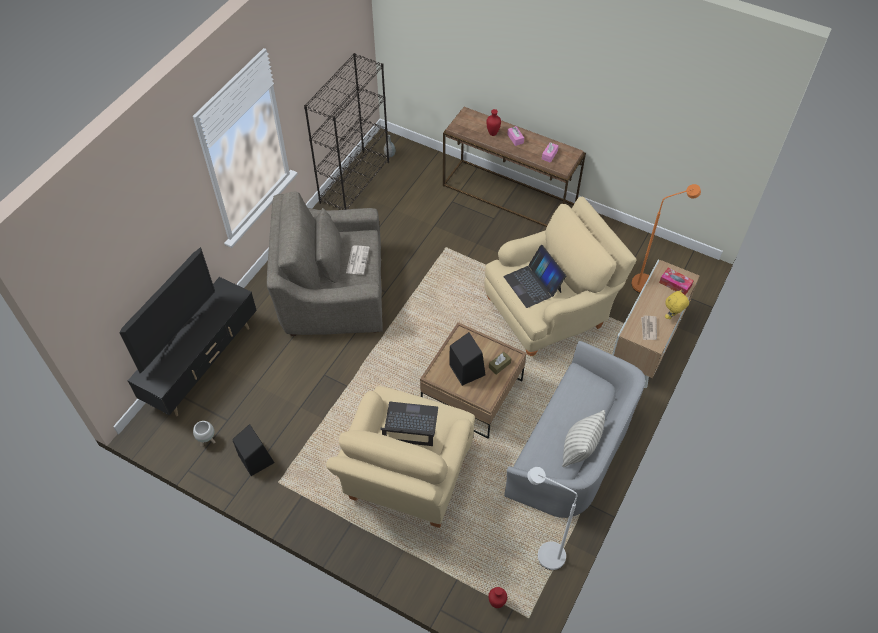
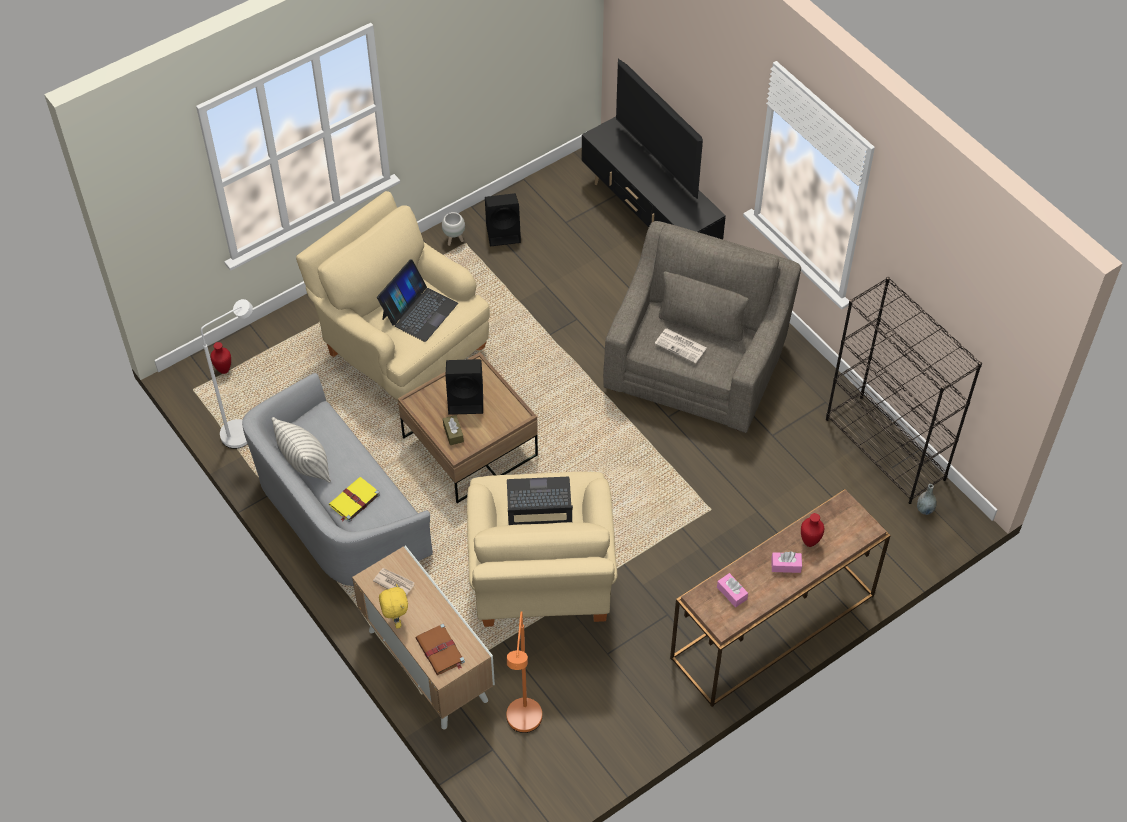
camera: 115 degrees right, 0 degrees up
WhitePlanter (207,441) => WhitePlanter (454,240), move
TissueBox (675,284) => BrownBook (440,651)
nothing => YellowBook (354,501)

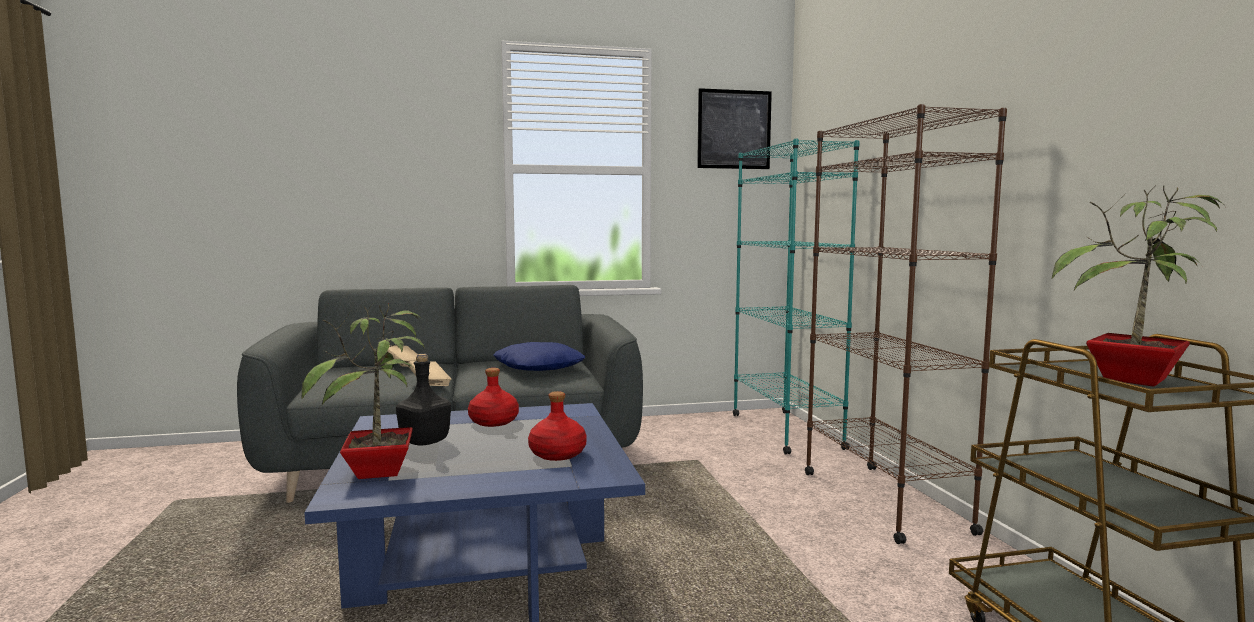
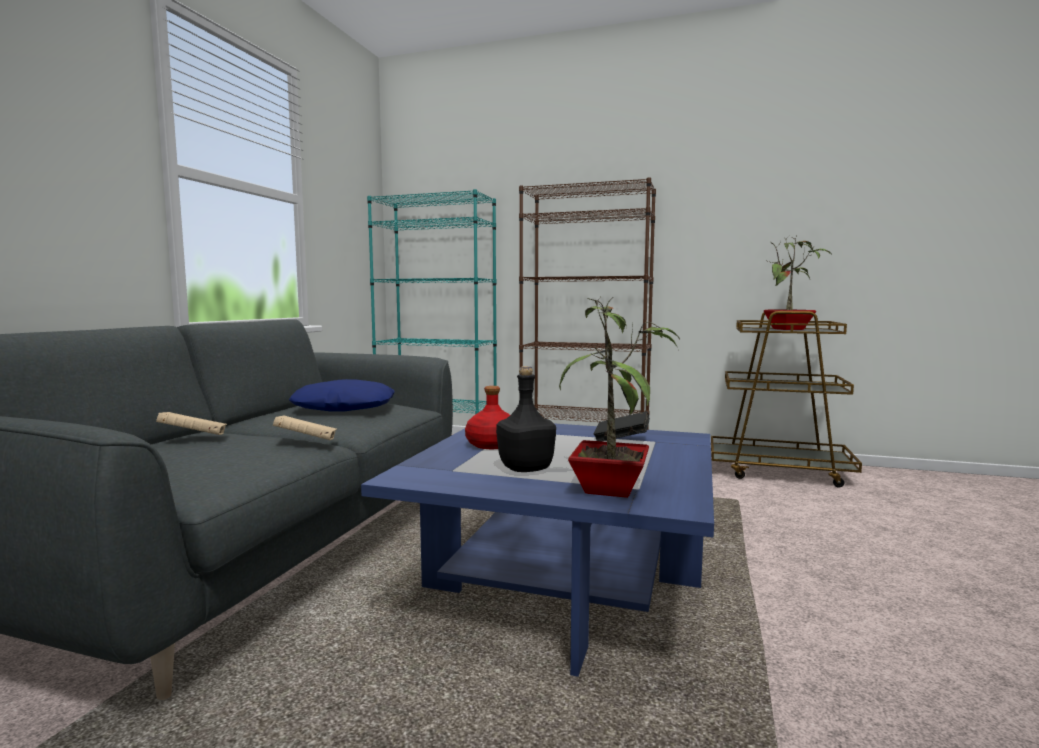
camera: 60 degrees left, 0 degrees up
RedBottle (558,454) => BlackBook (621,440)
Picture (734,129) => nothing

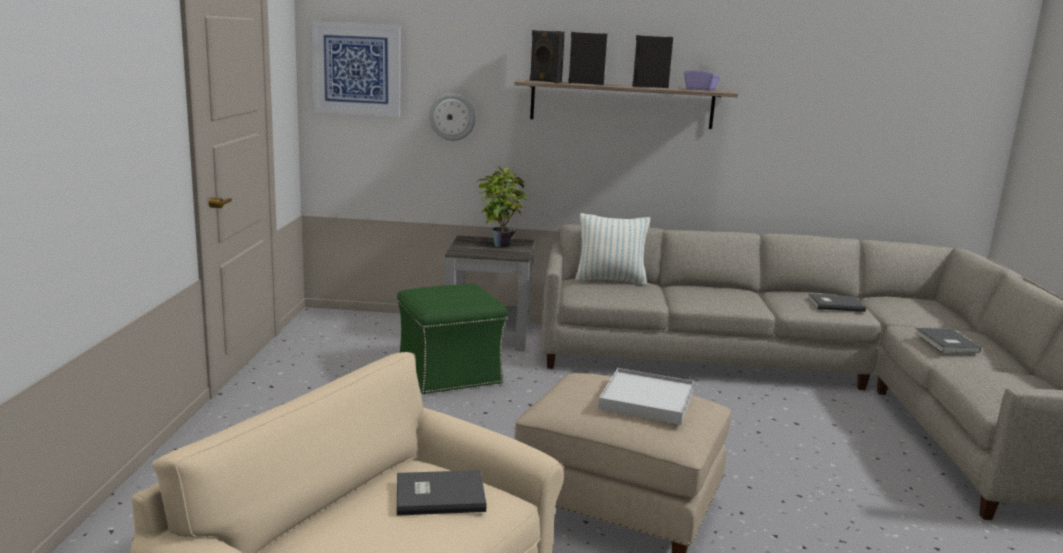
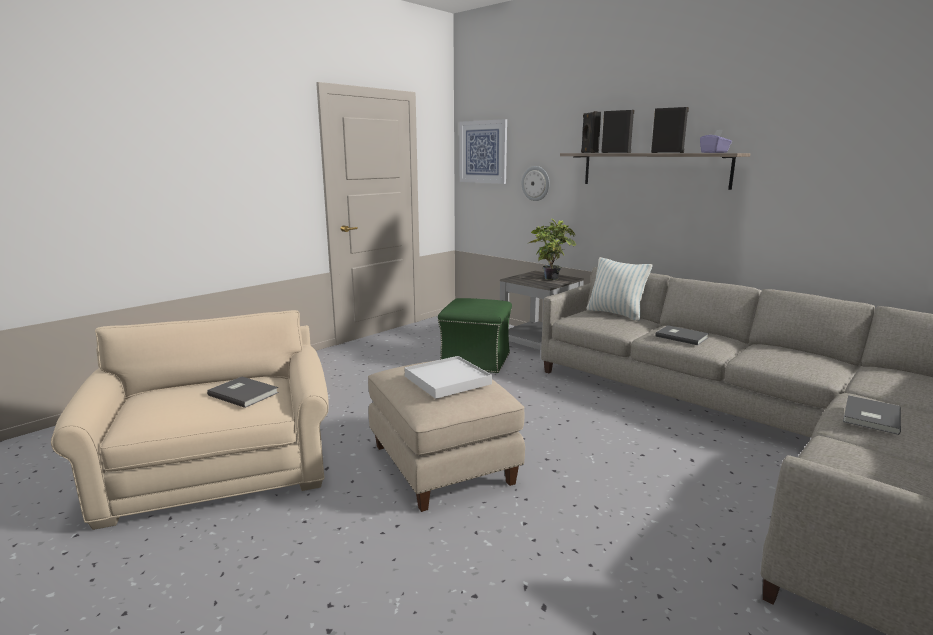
camera: 40 degrees right, 0 degrees up
GreyBook (834,304) => GreyBook (681,336), move

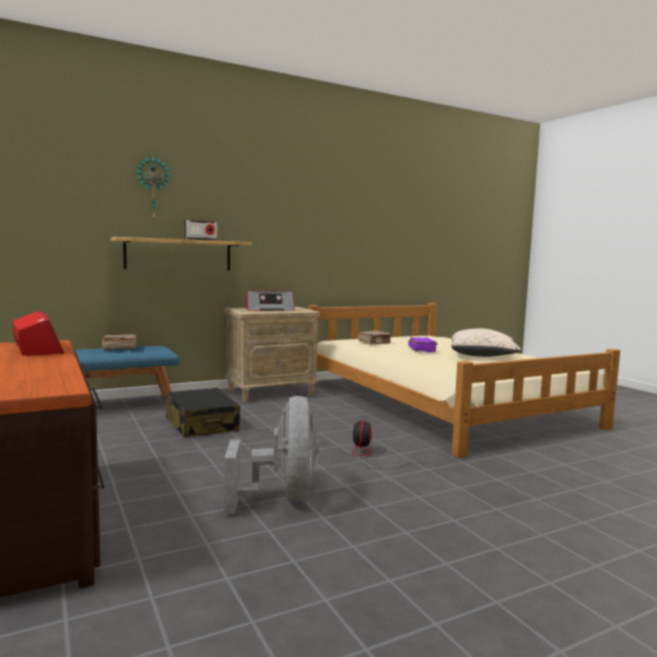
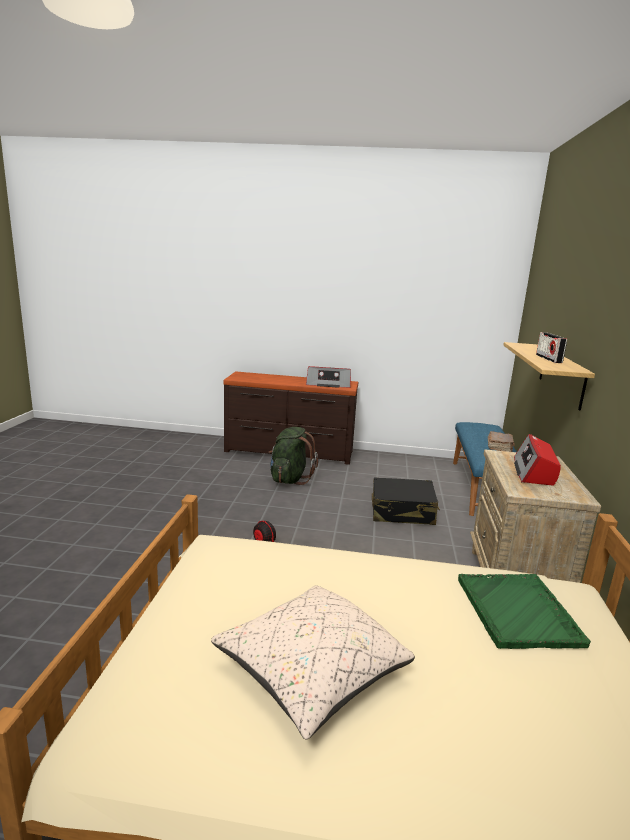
camera: 125 degrees right, 10 degrees up
WallClock (152,188) => nothing
GreyFan (282,497) => nothing
BrownBook (374,343) => GreenTray (518,612)
PurpleBook (422,350) => nothing
nothing => GreenBackpack (289,479)

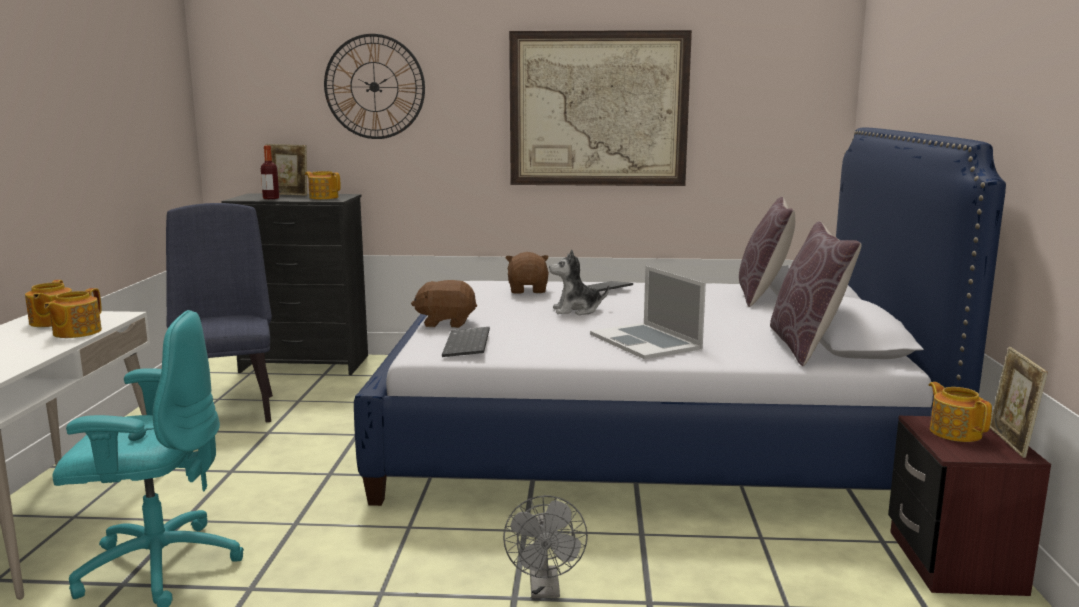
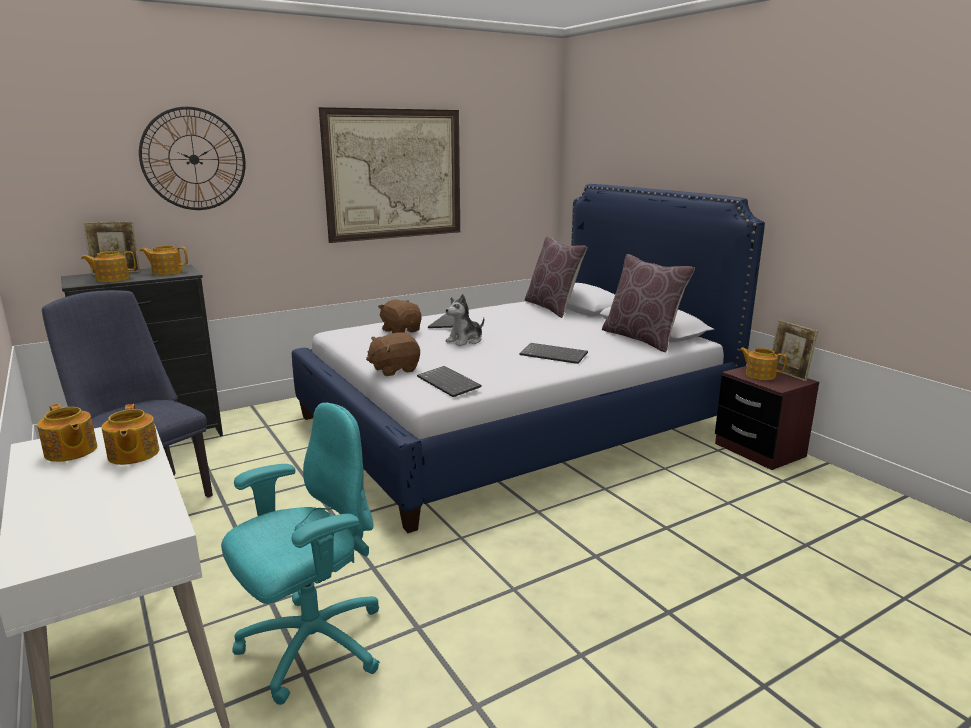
camera: 35 degrees left, 5 degrees up
Bottle (271,198) => Teapot (112,279)
GreyFan (545,590) => nothing
Laptop (646,341) => Keyboard (554,355)

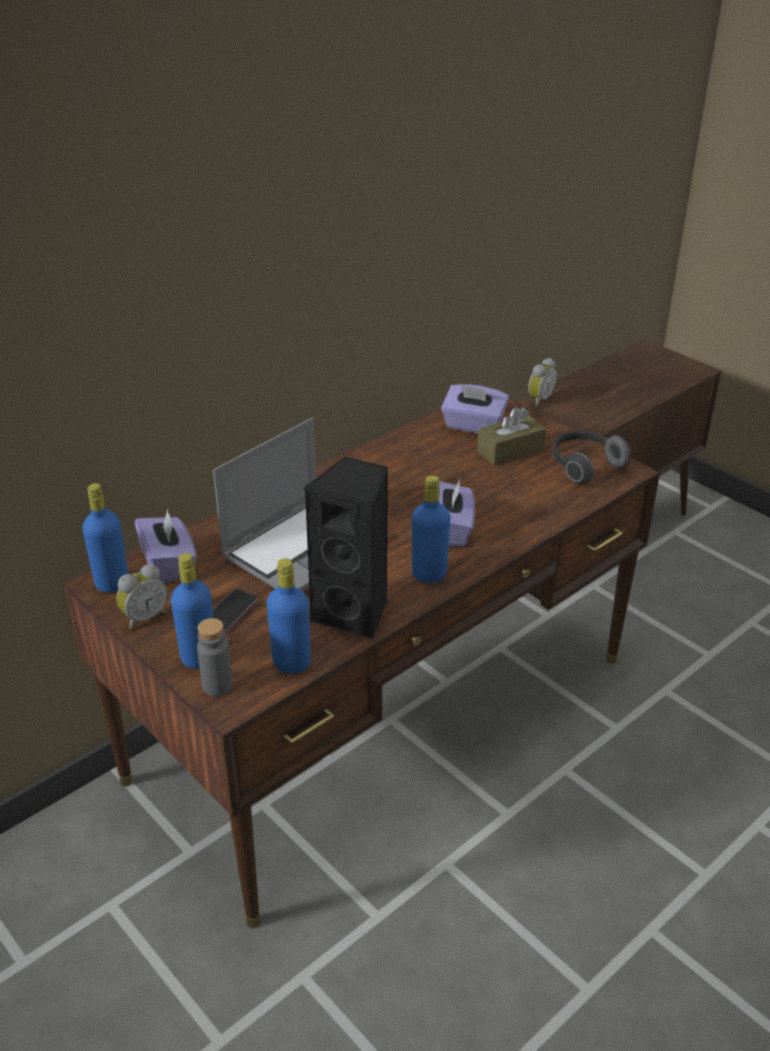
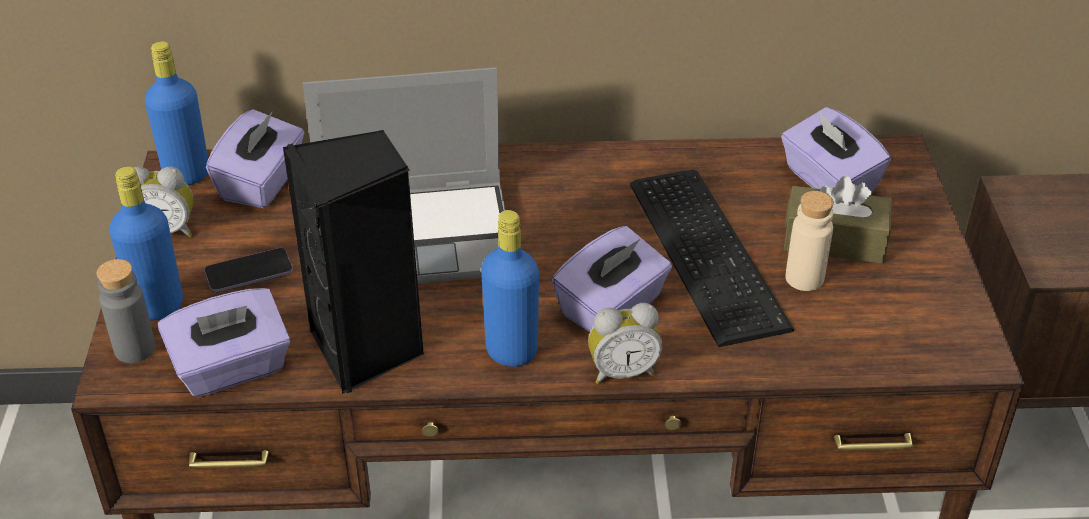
camera: 40 degrees right, 5 degrees up
BlueBottle (291,663) => PurpleTissueBox (232,369)
AlarmClock (539,400) => AlarmClock (622,371), move
Headphones (584,466) => nothing
nothing => Keyboard (710,251)
nothing => BeigeBottle (804,278)

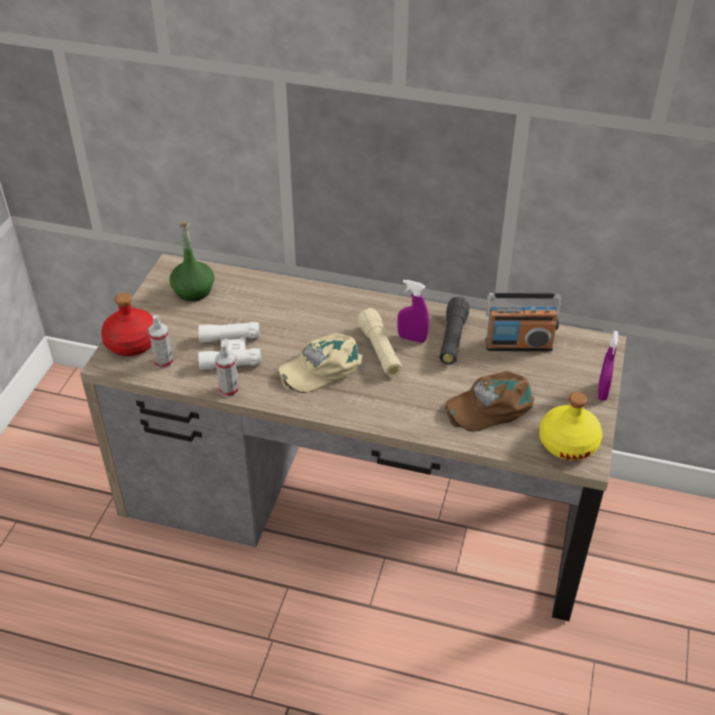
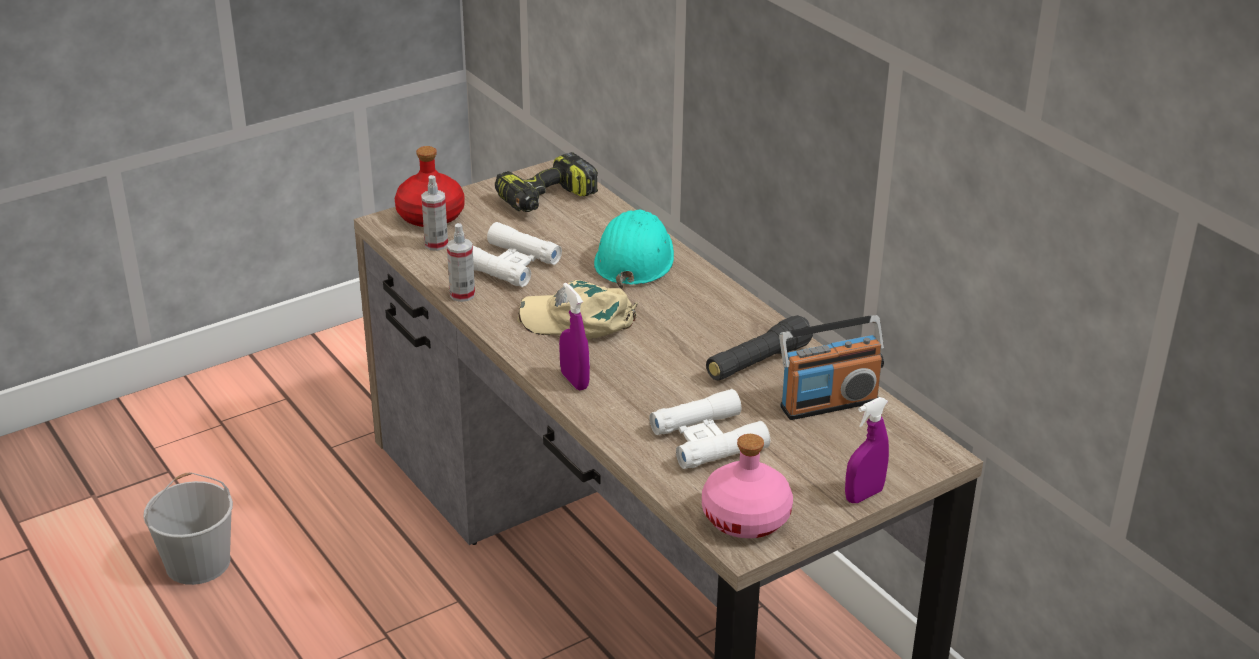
camera: 40 degrees right, 10 degrees down
GreenBottle (193,291) => PowerDrill (547,200)
BeigeFlashlight (380,350) => nothing
PurpleSprayBottle (412,338) => PurpleSprayBottle (574,381), move
BrownCap (490,406) => WhiteBinoculars (708,440)
Radio (518,344) => Radio (828,403), 60 degrees counterclockwise
YellowBottle (568,442) => PinkBottle (746,517)
nothing => WhiteBucket (199,562)
nothing => TurquoiseHardHat (634,259)

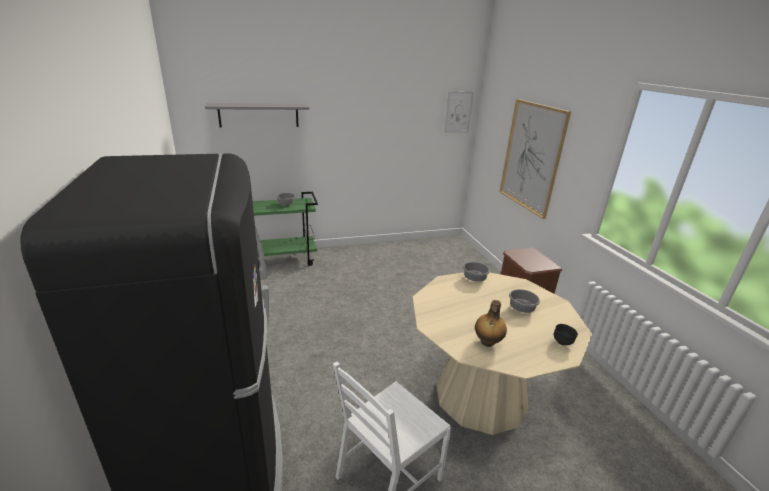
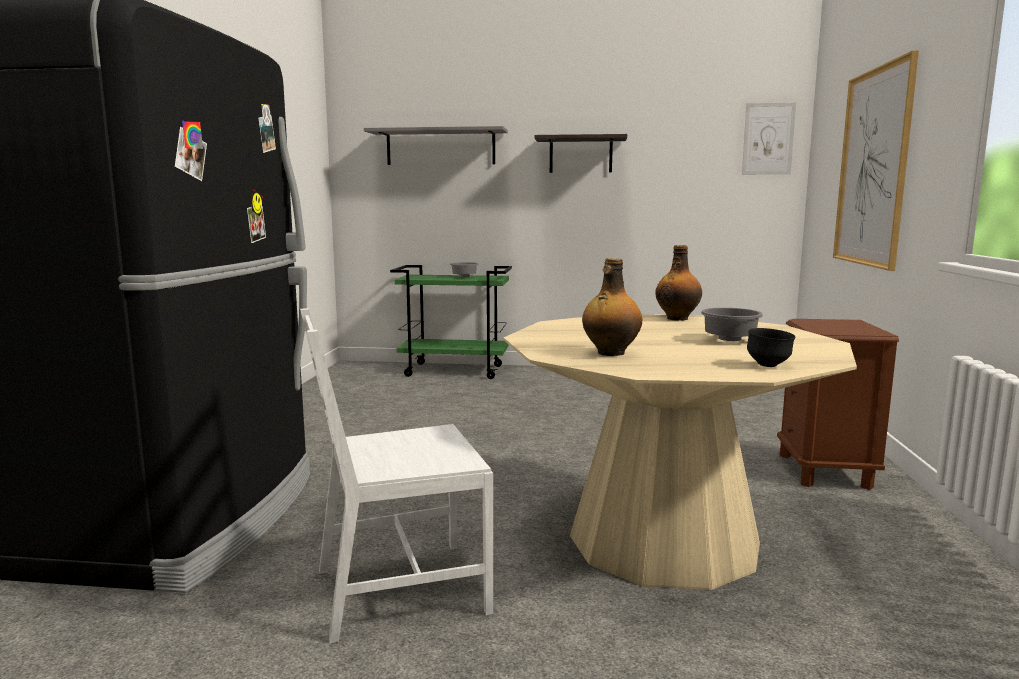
camera: 25 degrees right, 15 degrees down
GreyBowl (475,278) => Bottle (678,318)
nothing => Shelf (580,155)

